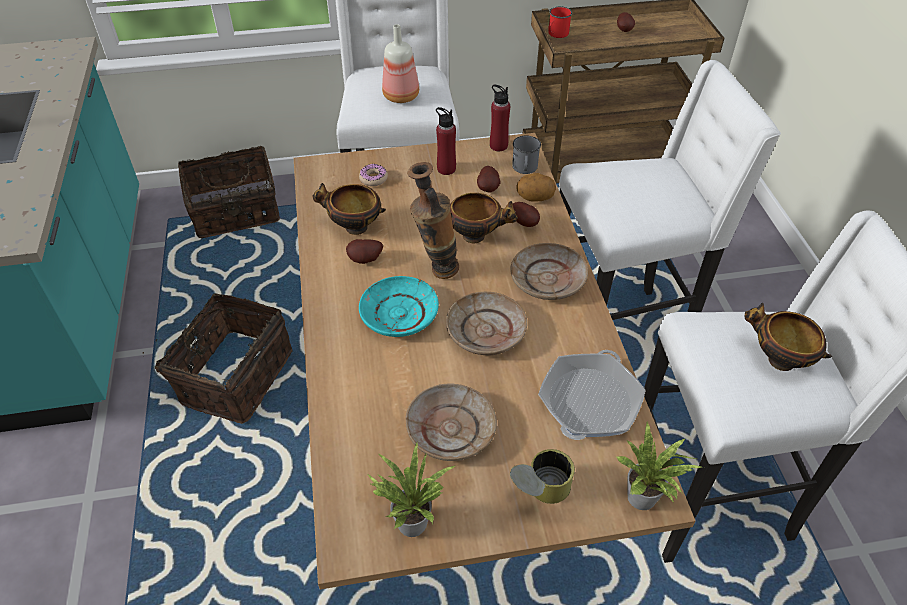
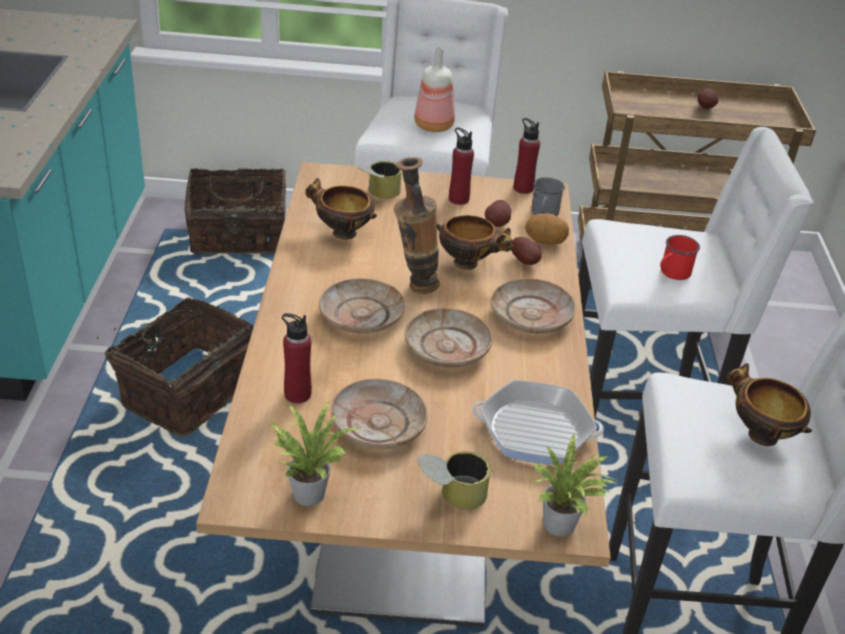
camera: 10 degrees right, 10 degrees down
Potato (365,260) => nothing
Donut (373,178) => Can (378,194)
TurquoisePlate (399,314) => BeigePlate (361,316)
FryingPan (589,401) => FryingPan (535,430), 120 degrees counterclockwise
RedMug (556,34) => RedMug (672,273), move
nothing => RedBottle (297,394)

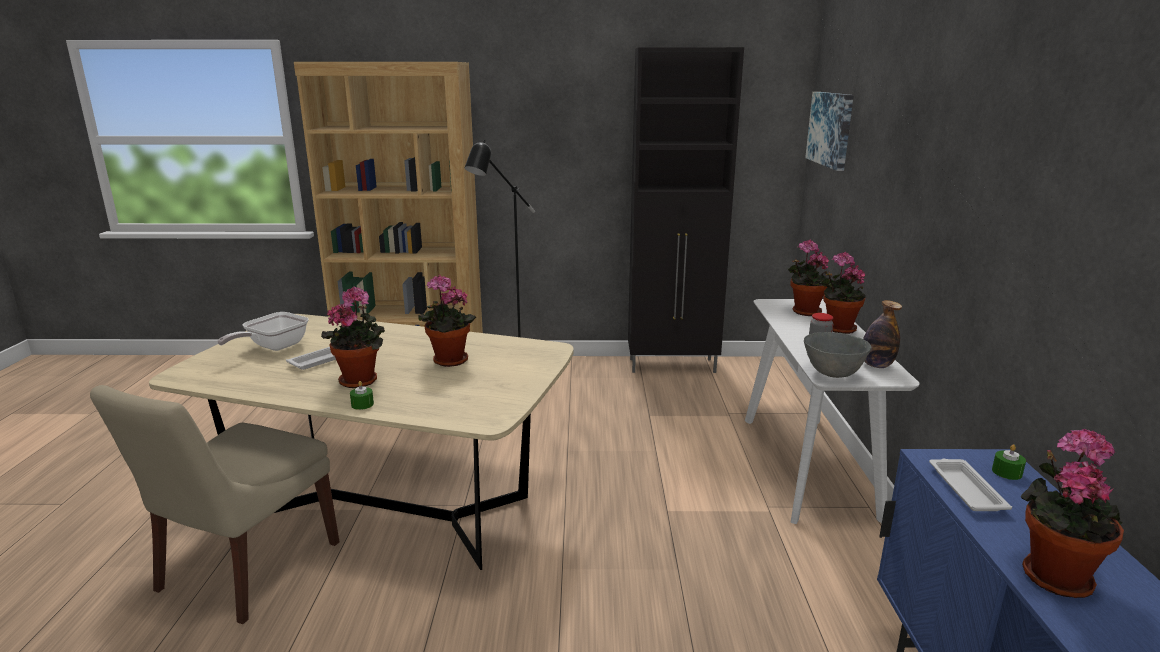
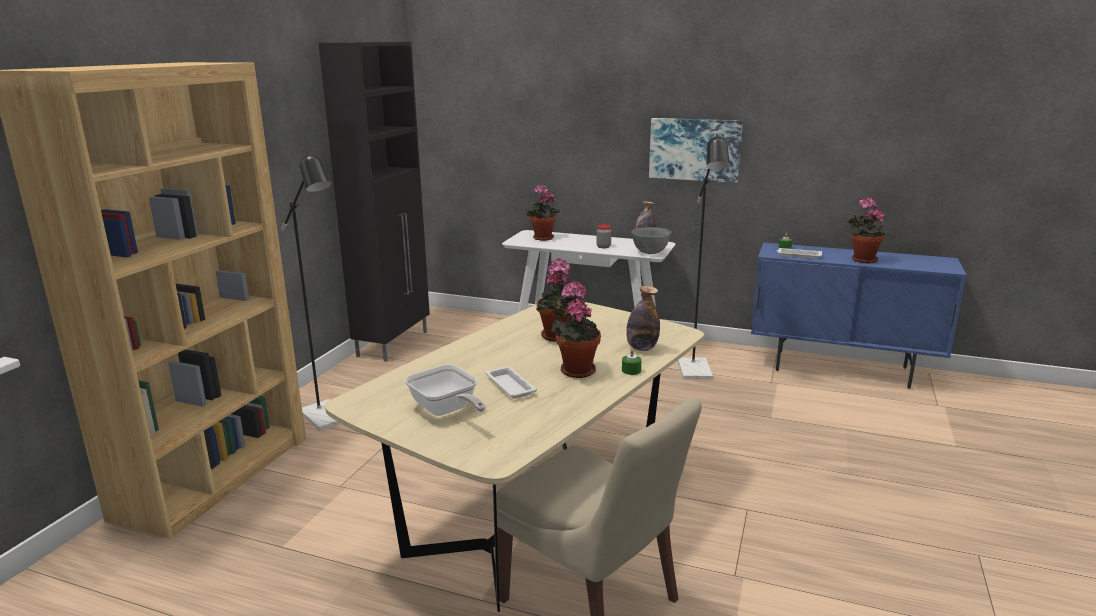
camera: 70 degrees left, 0 degrees up
Picture (831,129) => Picture (695,149), move
PottedPlant (837,329) => nothing
nothing => Bottle (641,348)
nothing => BlackFloorLamp (696,373)

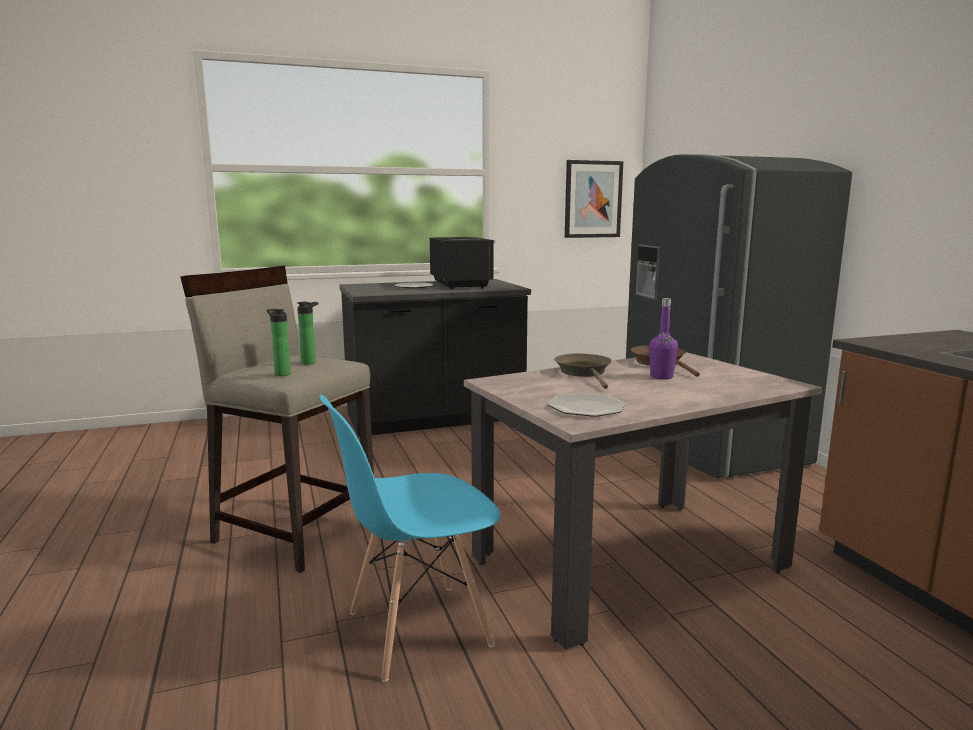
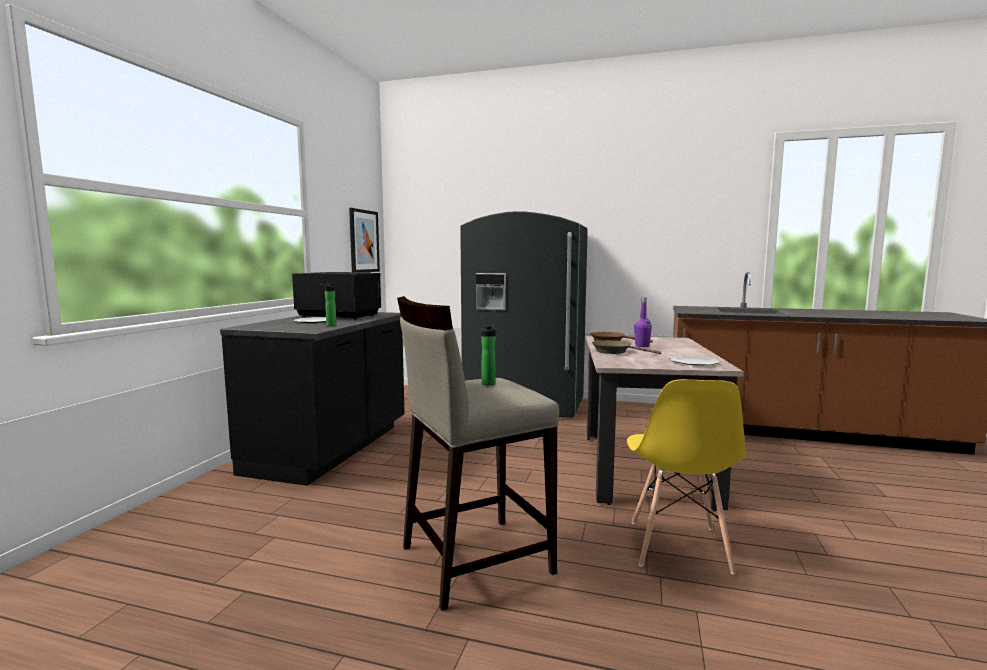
camera: 55 degrees left, 5 degrees down
Bottle (281,374) => Bottle (329,325), move
BlueChair (417,629) => YellowChair (678,547)

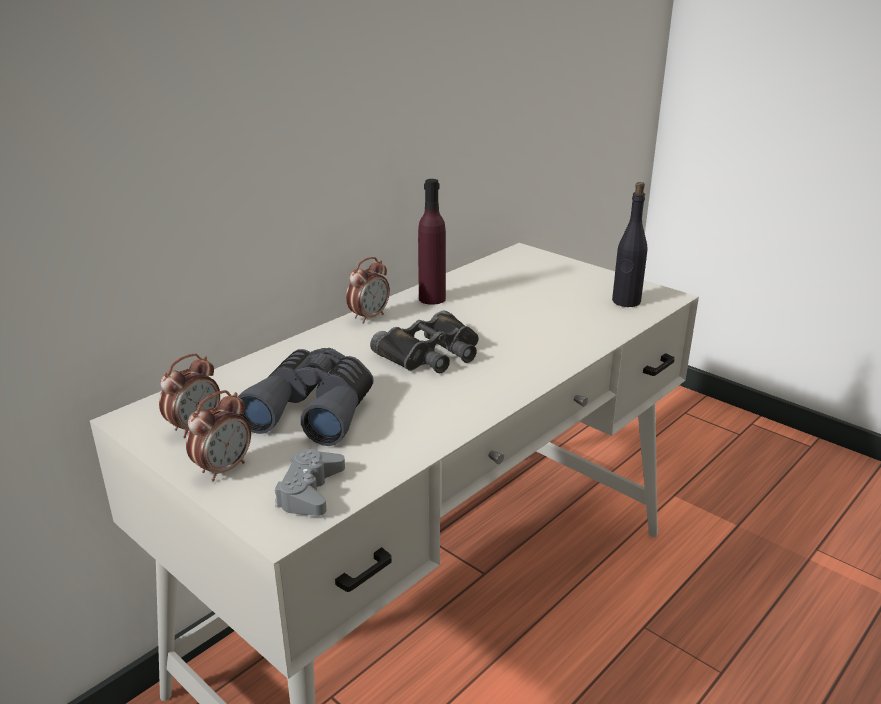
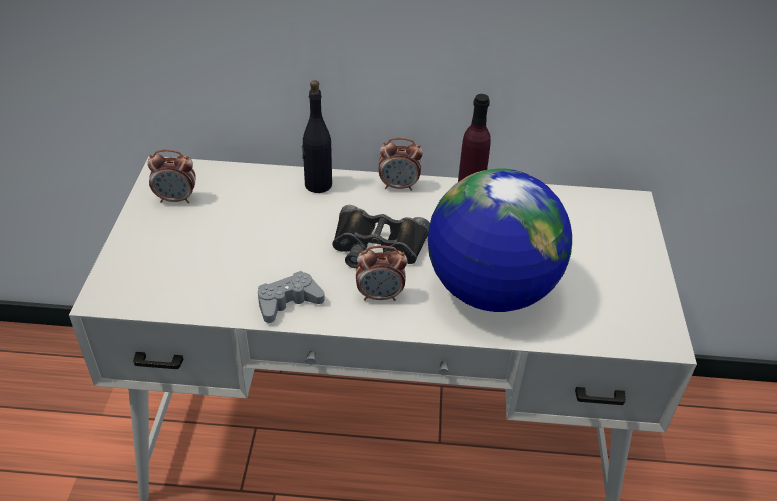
camera: 50 degrees right, 15 degrees up
AlarmClock (224,469) => AlarmClock (380,295), move
GreyBinoculars (314,409) => nothing
GreyGameController (310,491) => GreyGameController (288,302), move
BlackBottle (626,302) => BlackBottle (318,185), move
nothing => Globe (489,290)

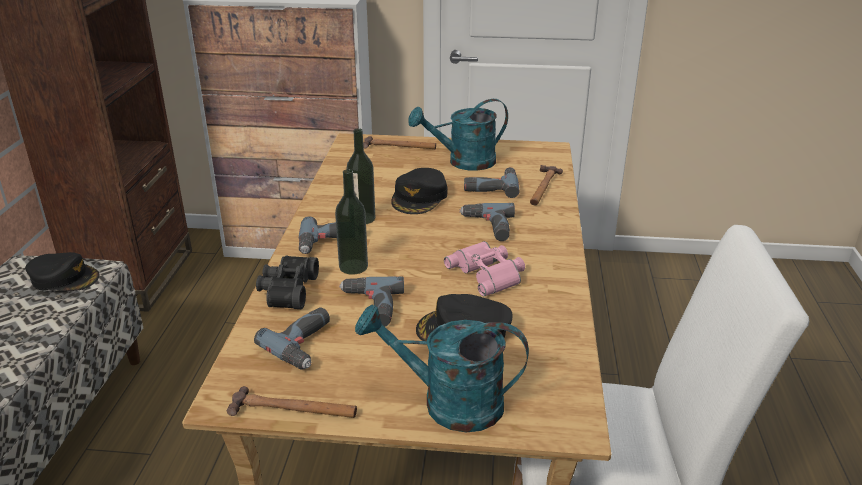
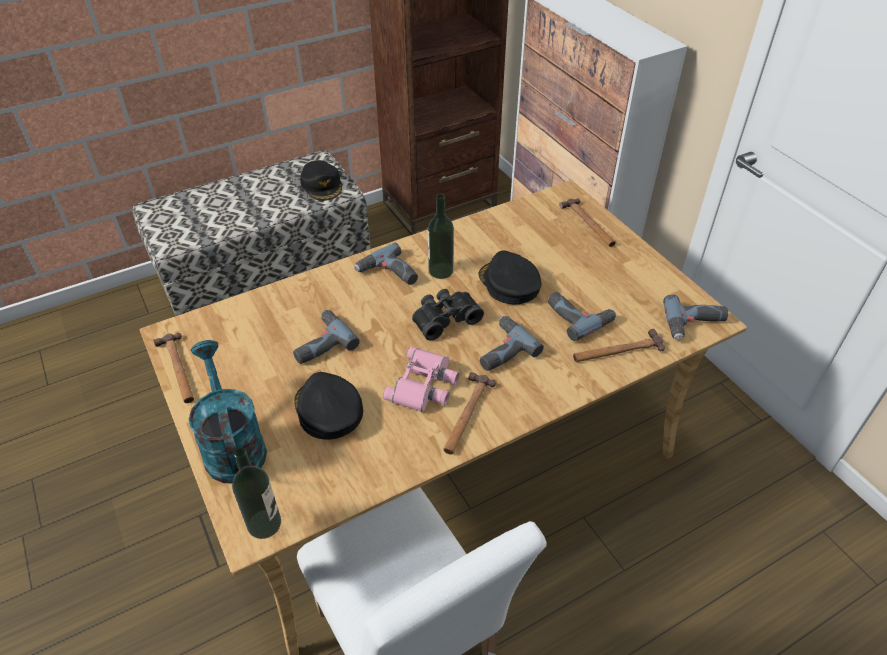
camera: 55 degrees right, 15 degrees up
PowerDrill (306,345) => PowerDrill (695,325), move
BlackBinoculars (286,290) => BlackBinoculars (444,318), move
Bottle (353,267) => Bottle (264,524), move
BlackCap (420,197) => BlackCap (509,283), 75 degrees clockwise
TurquoiseWateringCan (463,162) => nothing
nothing => Hammer (466,415)

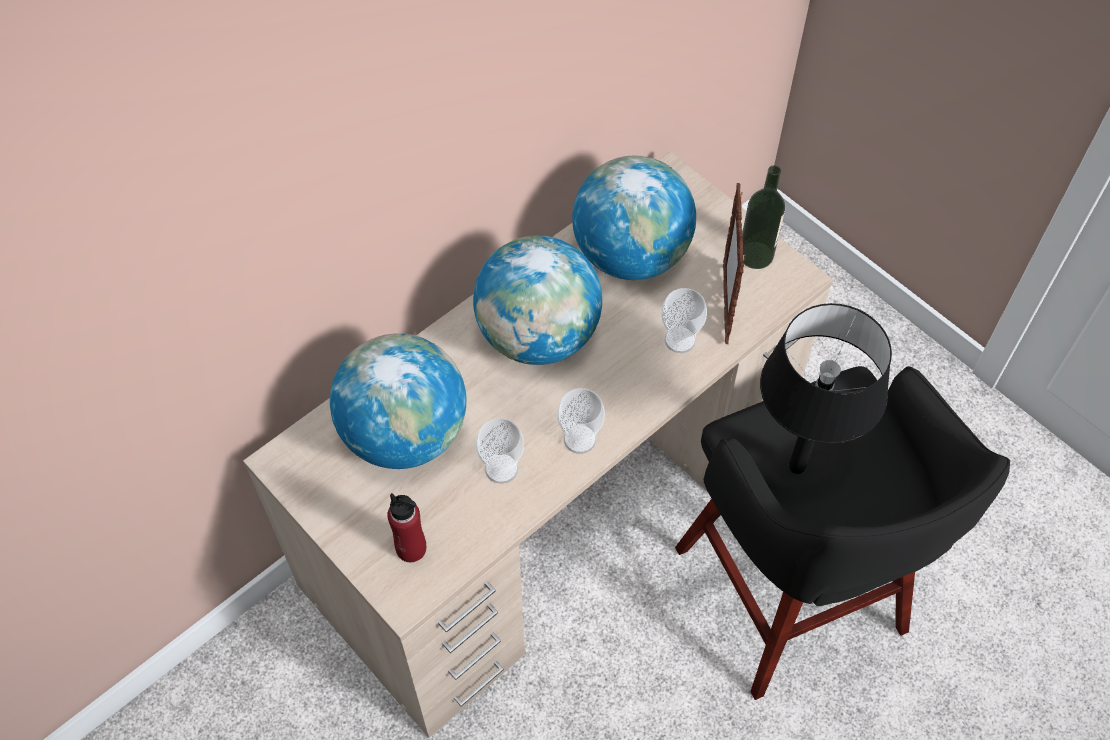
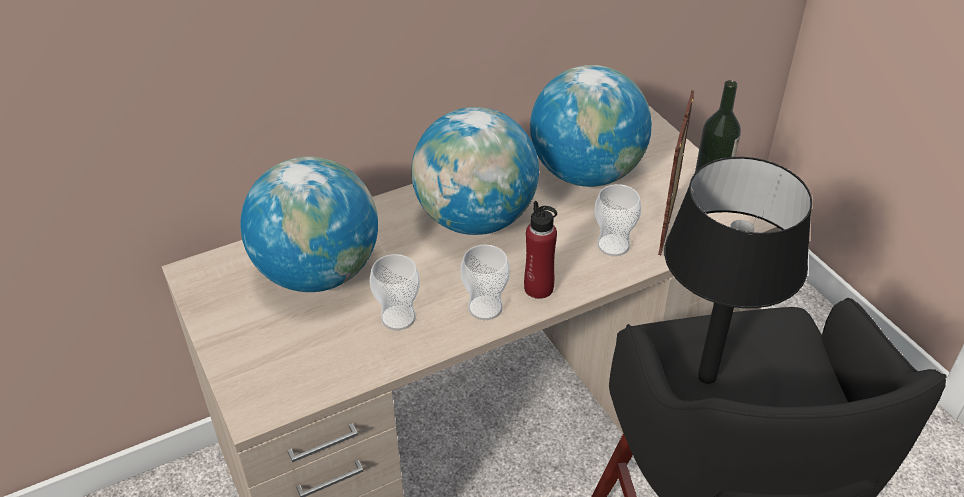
camera: 15 degrees right, 15 degrees down
RedBottle (411,548) => RedBottle (539,288), move

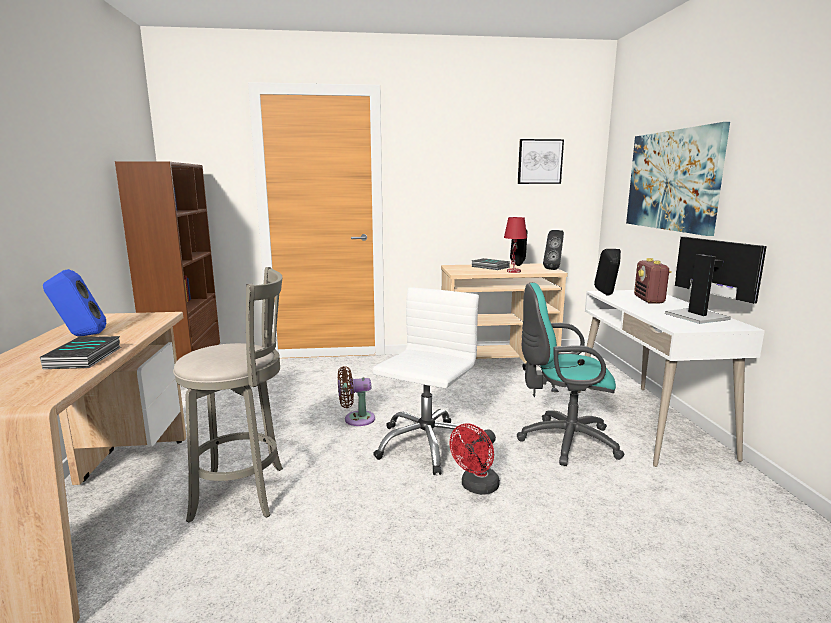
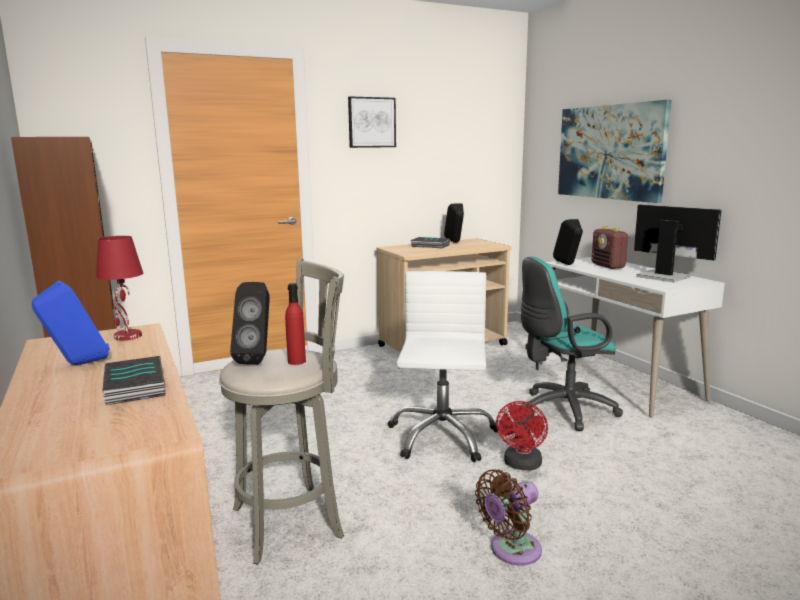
camera: 20 degrees left, 0 degrees up
BrownFan (356,419) => BrownFan (511,551), move
RedTableLamp (513,271) => RedTableLamp (128,336), move
Picture (539,161) => Picture (371,122), move
BlackSpeaker (553,269) => BlackSpeaker (257,359), move
nothing => RedBottle (296,361)

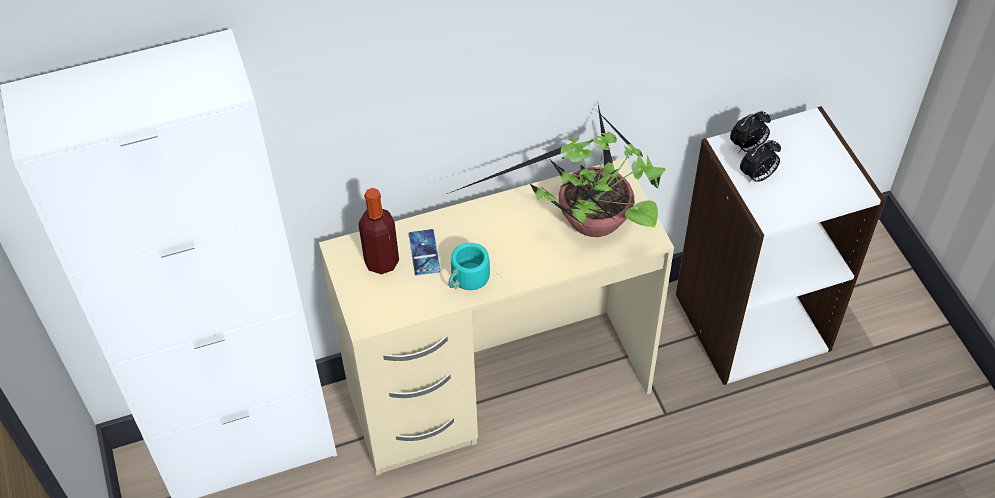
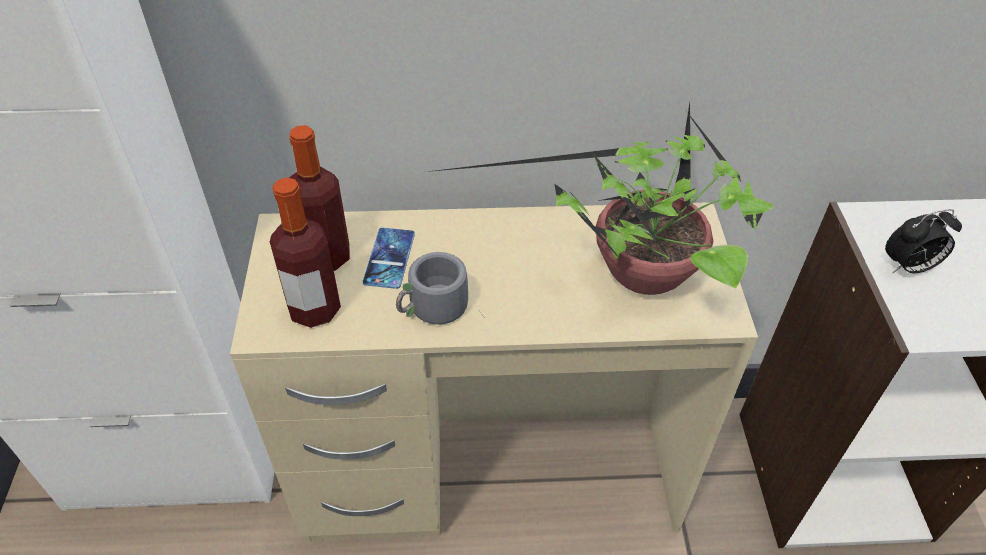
camera: 15 degrees right, 5 degrees down
TurquoiseMug (469,281) => GreyMug (434,310)
AlarmClock (747,147) => nothing
nothing => Bottle (314,309)

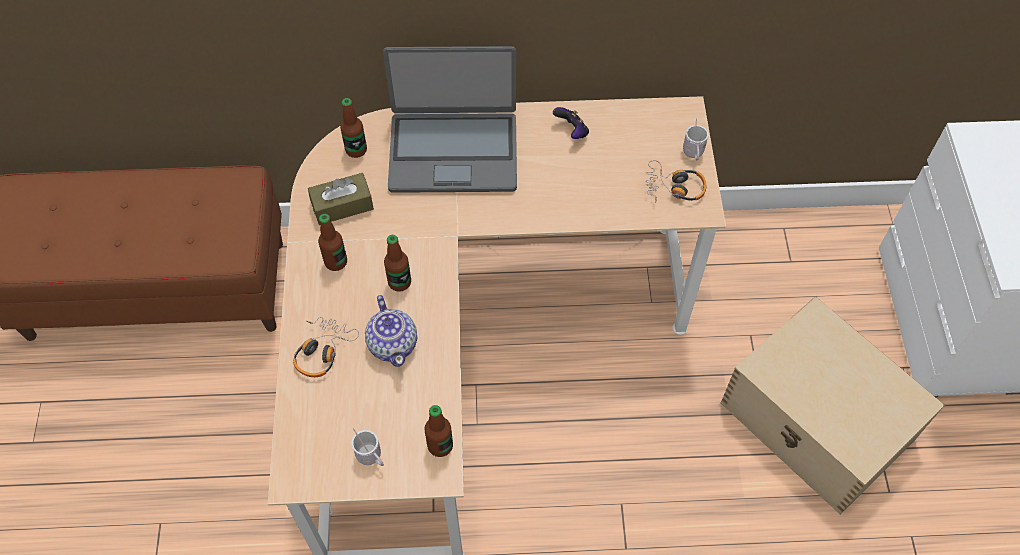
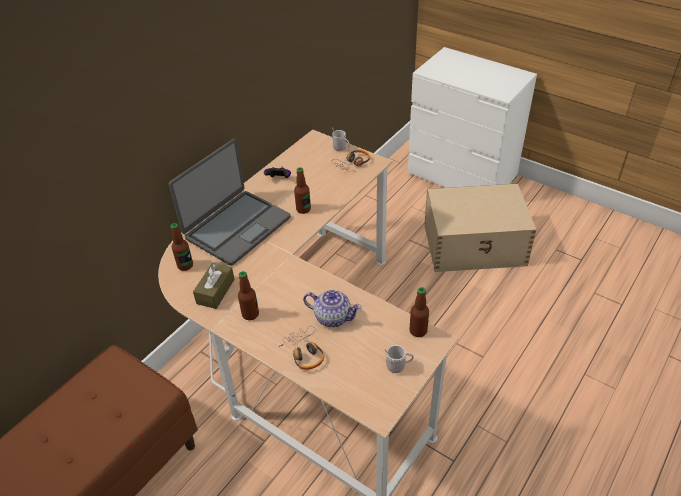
camera: 50 degrees left, 15 degrees down
Bottle (399,282) => Bottle (303,209), move

